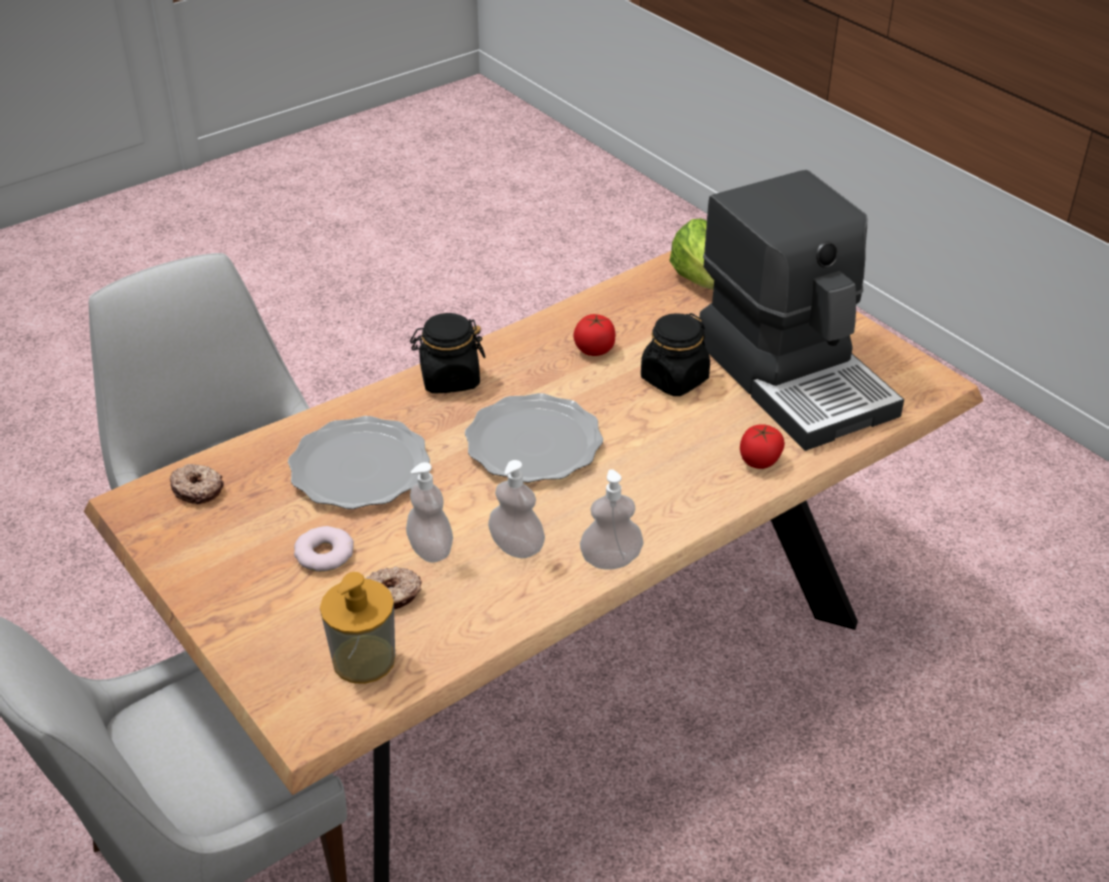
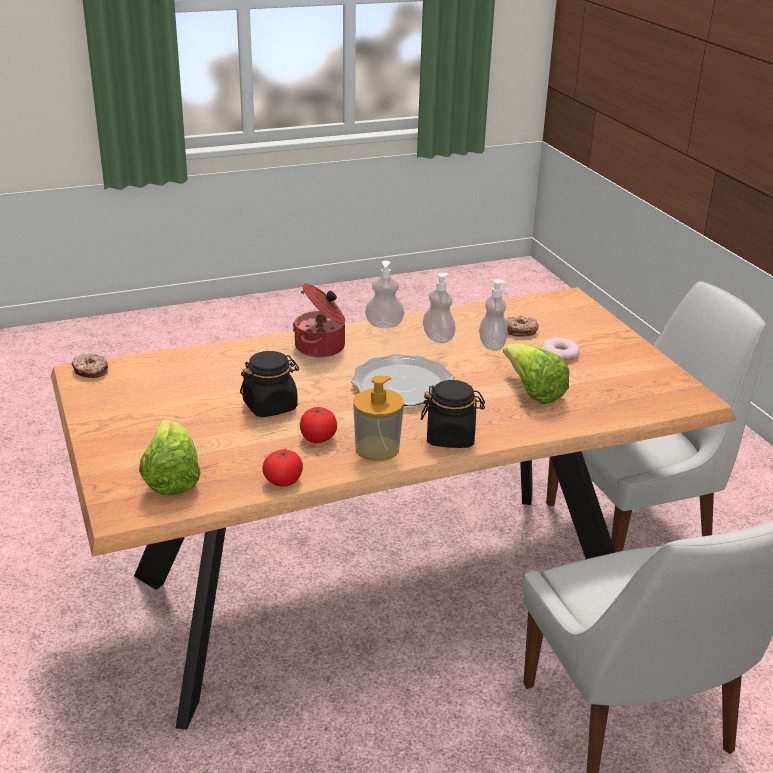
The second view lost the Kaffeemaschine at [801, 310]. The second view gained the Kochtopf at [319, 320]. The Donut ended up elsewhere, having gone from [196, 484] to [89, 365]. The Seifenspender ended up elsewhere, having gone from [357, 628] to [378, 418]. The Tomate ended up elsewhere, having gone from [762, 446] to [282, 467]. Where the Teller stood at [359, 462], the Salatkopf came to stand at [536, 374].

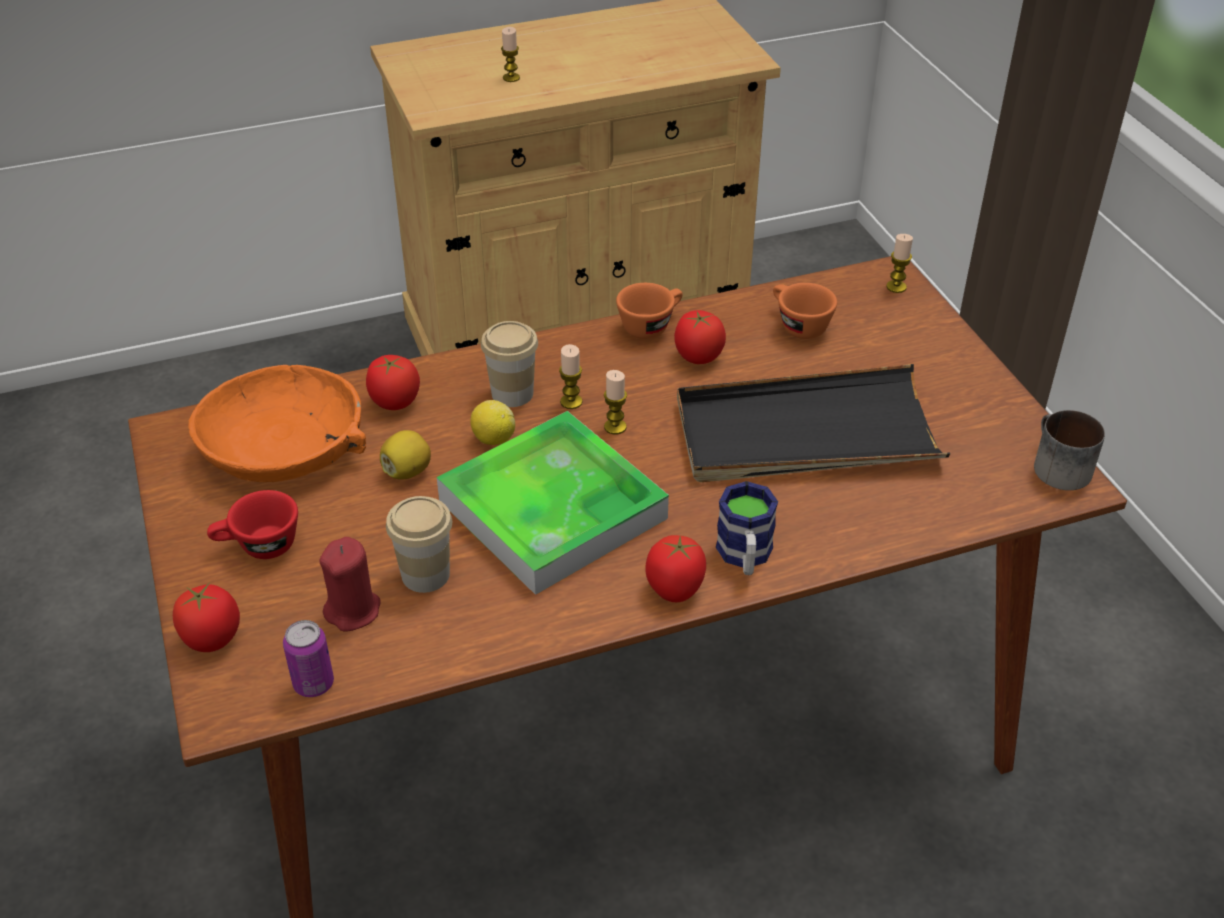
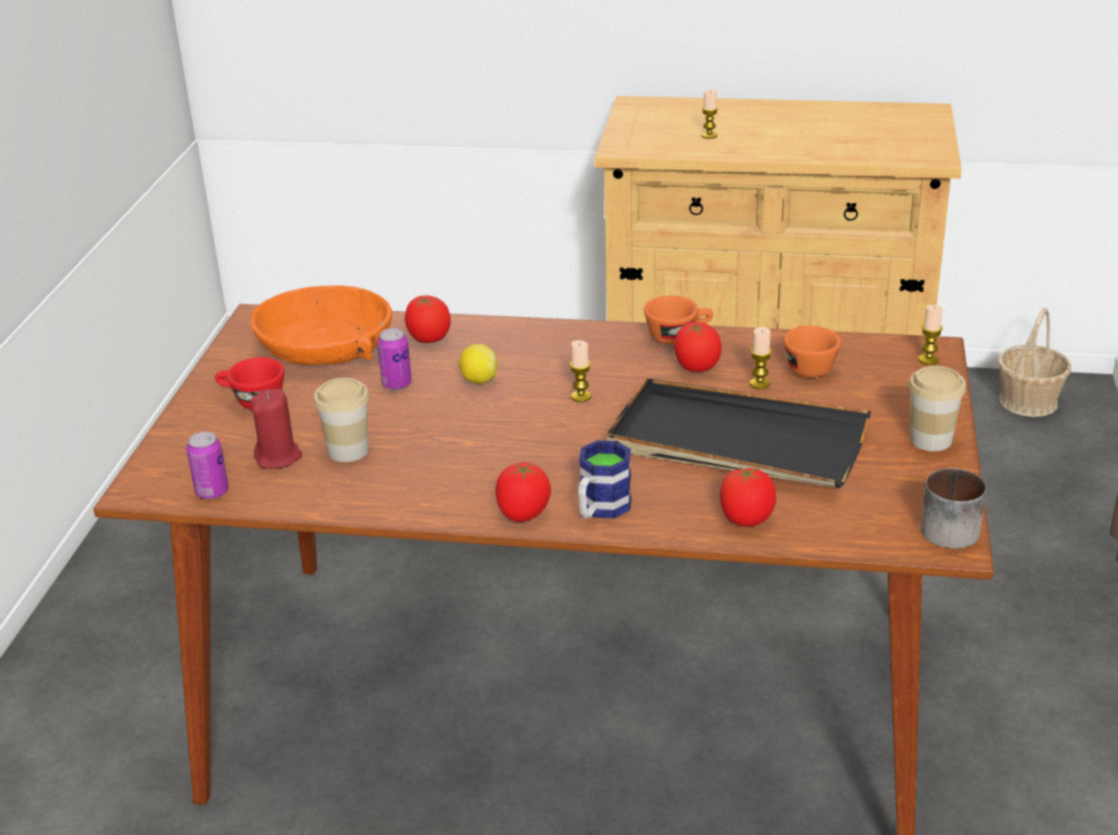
The second view lost the Tablett at [553, 503]. The second view gained the Korb at [1034, 362]. The Tomate ended up elsewhere, having gone from [206, 618] to [748, 496]. The Tasse ended up elsewhere, having gone from [509, 364] to [937, 408]. The Kerze ended up elsewhere, having gone from [571, 376] to [761, 358]. Where the Zitrone stood at [405, 454], the Dose came to stand at [394, 359].

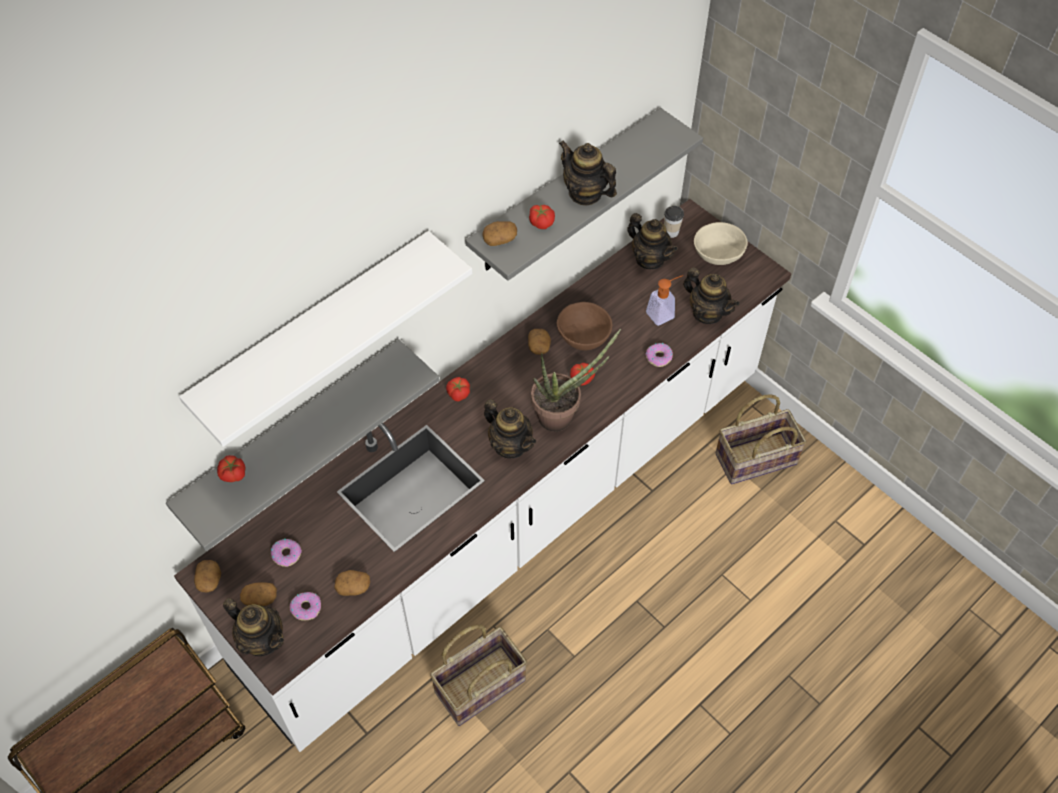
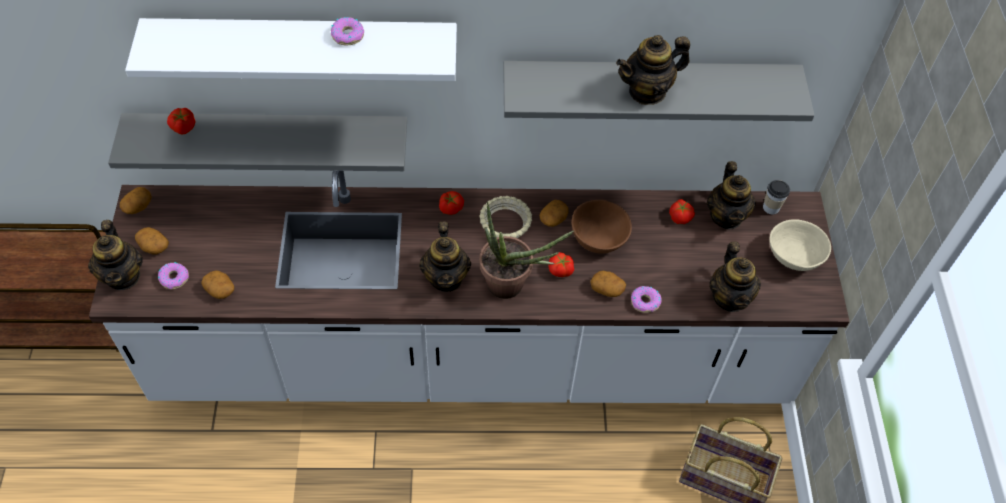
The second view lost the Korb at [478, 675]. The second view lost the Seifenspender at [664, 300]. The second view gained the Schüssel (beige) at [505, 217]. The Donut ended up elsewhere, having gone from [286, 553] to [347, 31]. The Kartoffel ended up elsewhere, having gone from [499, 233] to [608, 284]. The Tomate ended up elsewhere, having gone from [542, 217] to [682, 211]. The Teekanne at [588, 173] ended up facing another way, 105 degrees counterclockwise from before.

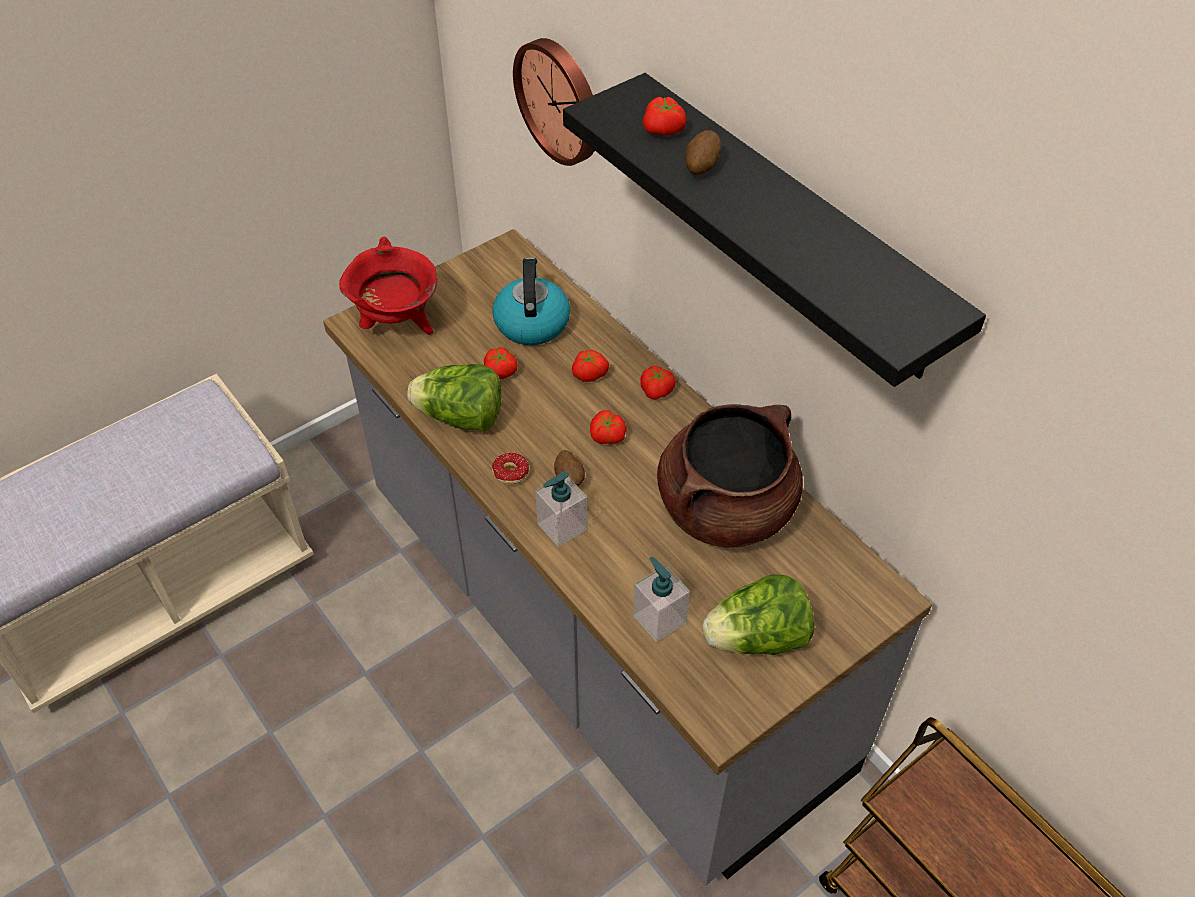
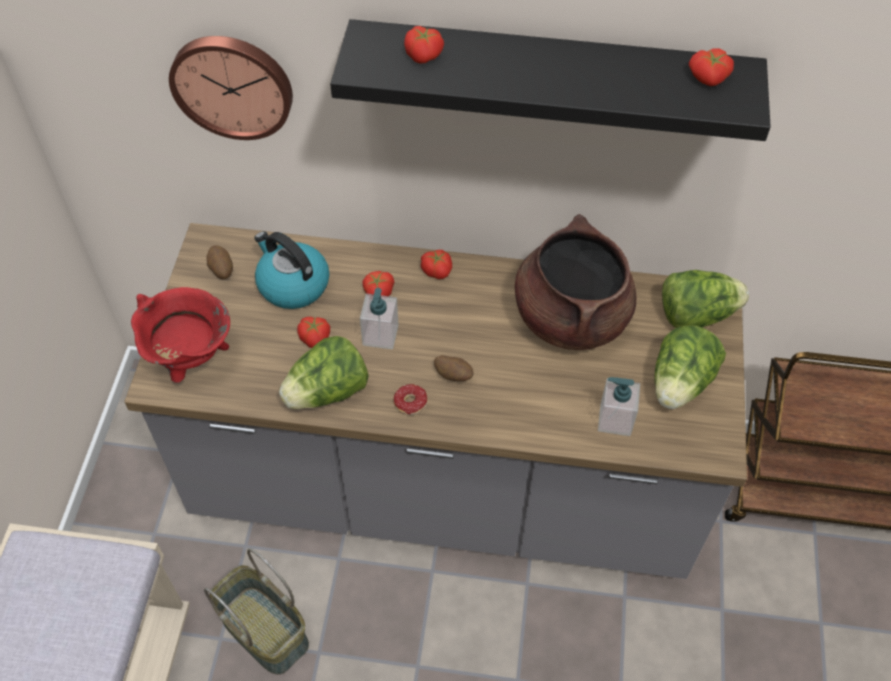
The second view gained the Korb at [256, 611]. The second view gained the Salatkopf at [705, 299]. The Seifenspender ended up elsewhere, having gone from [561, 509] to [379, 318]. The Tomate ended up elsewhere, having gone from [608, 427] to [711, 67]. The Kartoffel ended up elsewhere, having gone from [703, 152] to [219, 262].

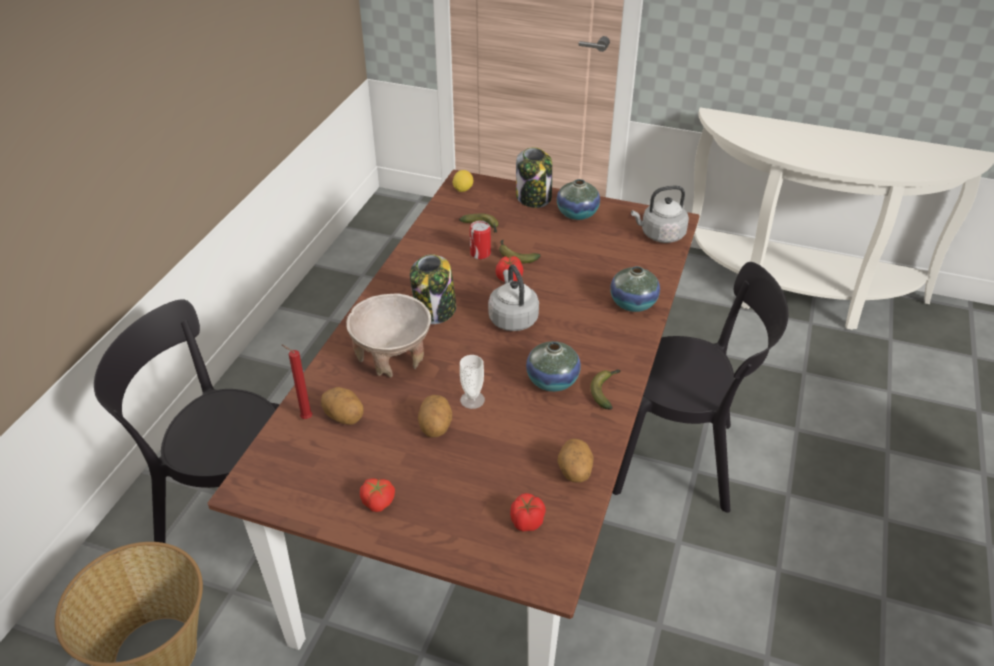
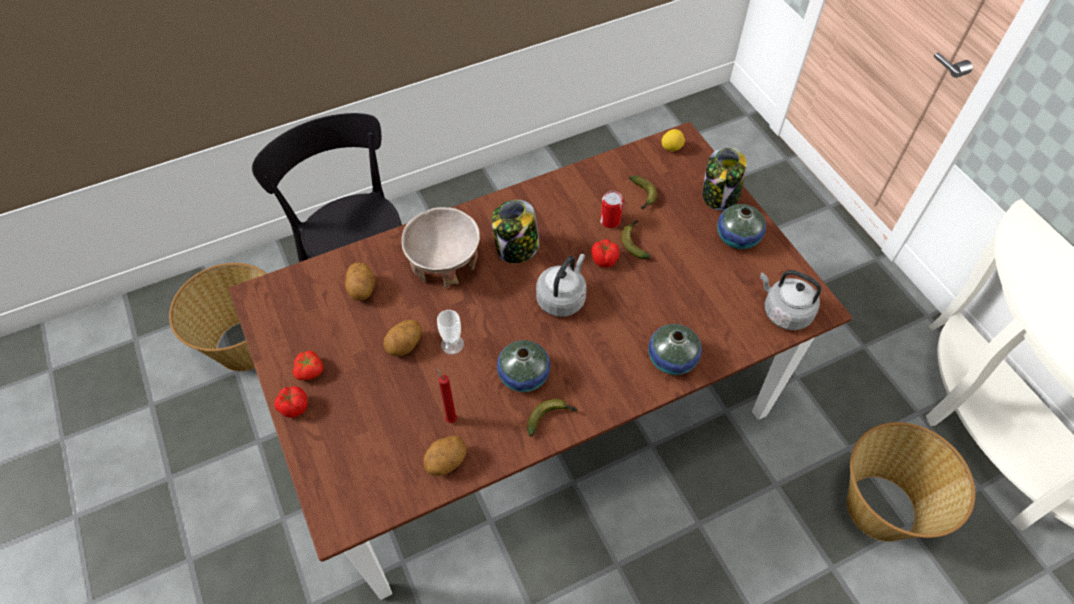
The second view lost the Stuhl (schwarz) at [700, 387]. The second view gained the Korb at [911, 482]. The Kerze (rot) ended up elsewhere, having gone from [297, 382] to [446, 395]. The Tomate ended up elsewhere, having gone from [528, 512] to [291, 402].

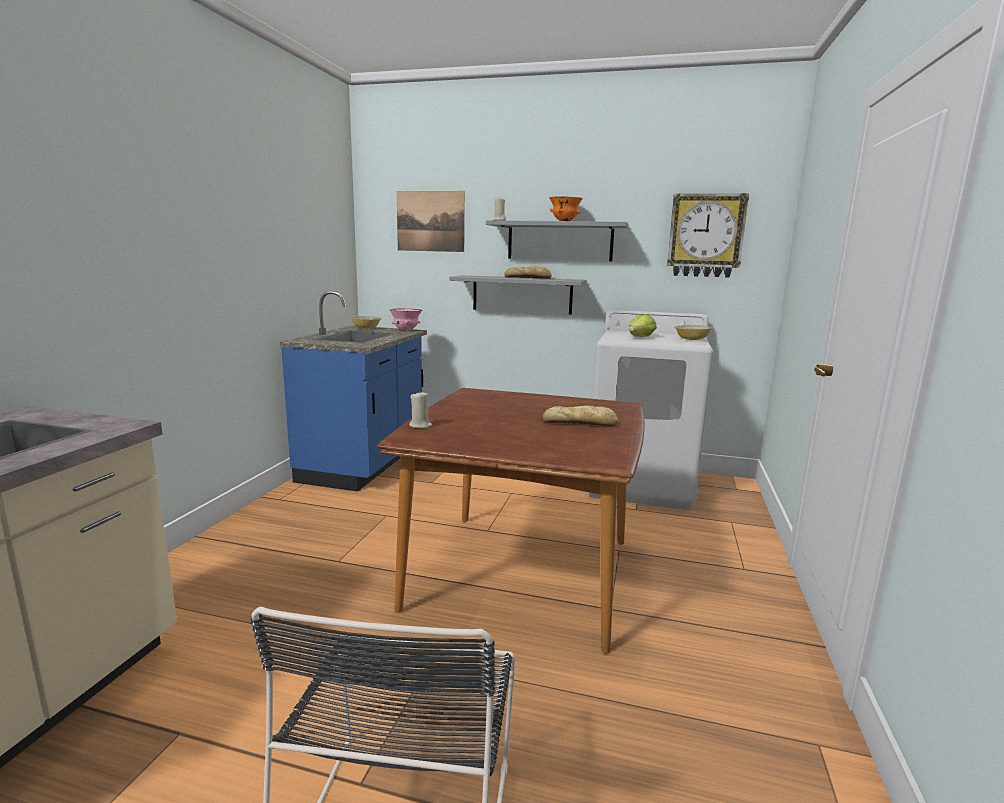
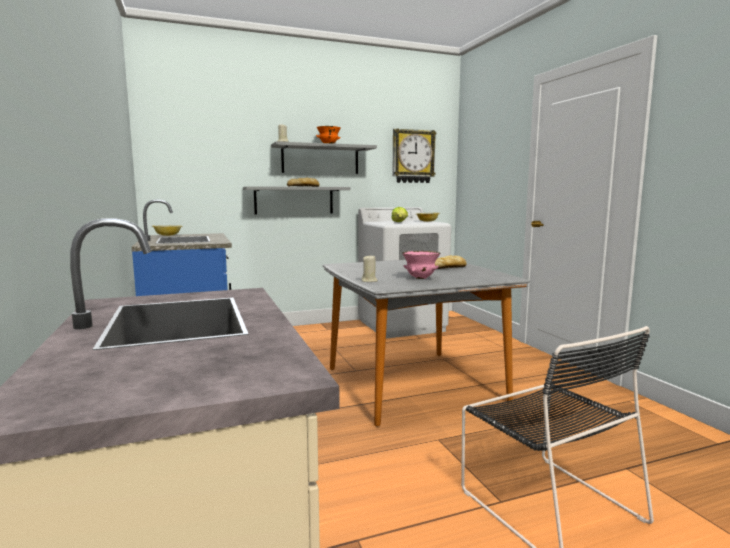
The second view lost the Bild at [431, 221]. The Schüssel (rosa) ended up elsewhere, having gone from [406, 319] to [421, 265]. What was the Esstisch (braun) at [510, 520] turned into the Esstisch (grau) at [426, 342].

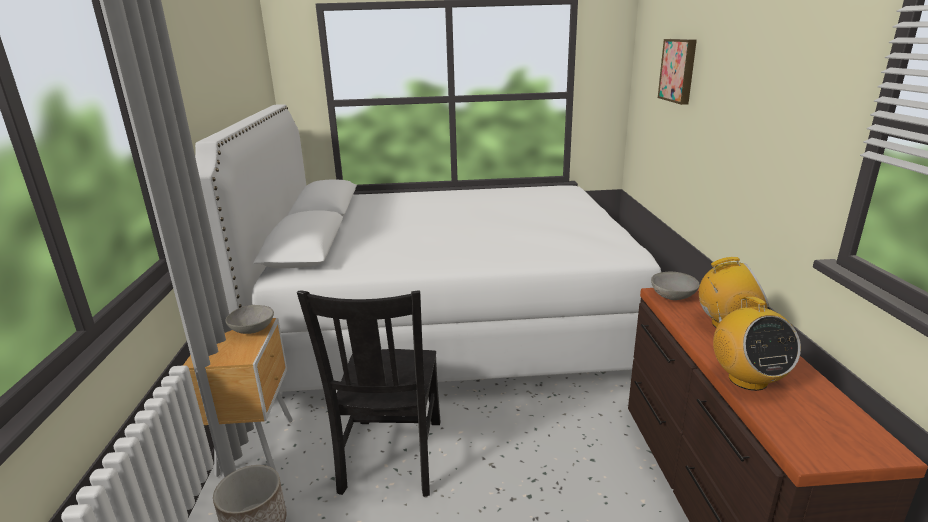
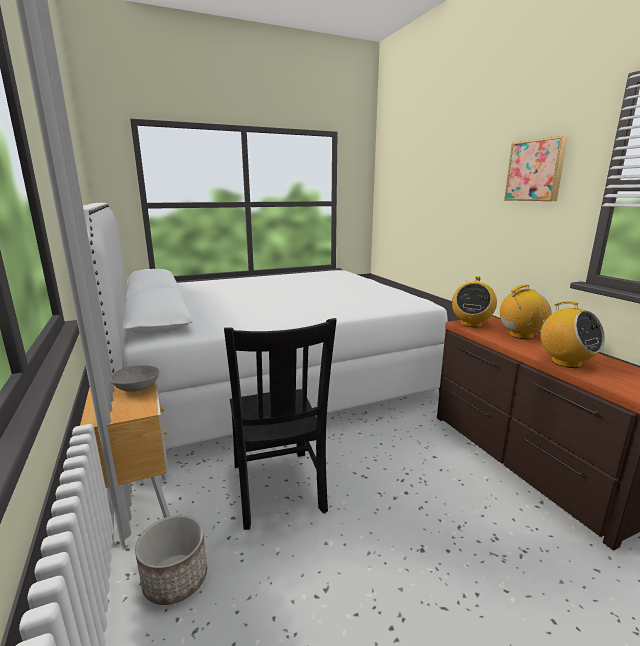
The Bild ended up elsewhere, having gone from [677, 72] to [536, 168]. Where the Schüssel (grau) stood at [675, 286], the Radio came to stand at [474, 302].

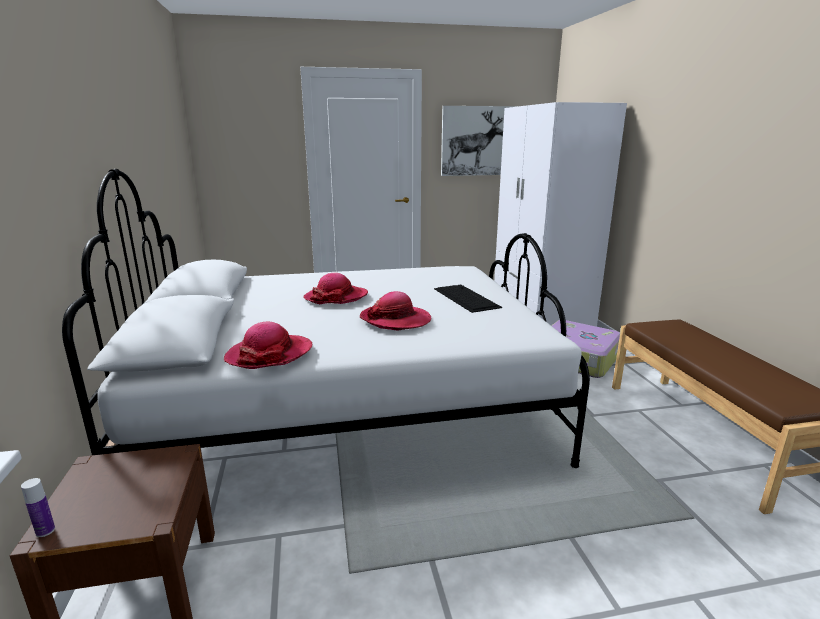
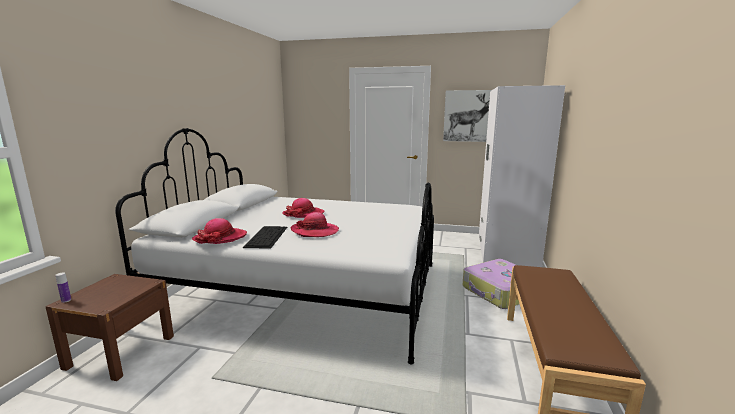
The Tastatur ended up elsewhere, having gone from [468, 299] to [265, 237].

